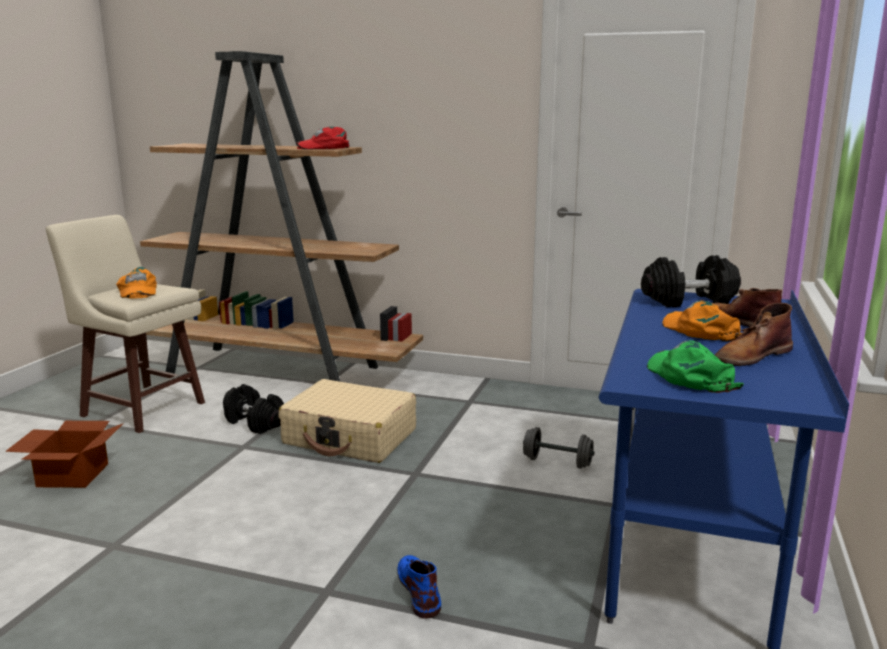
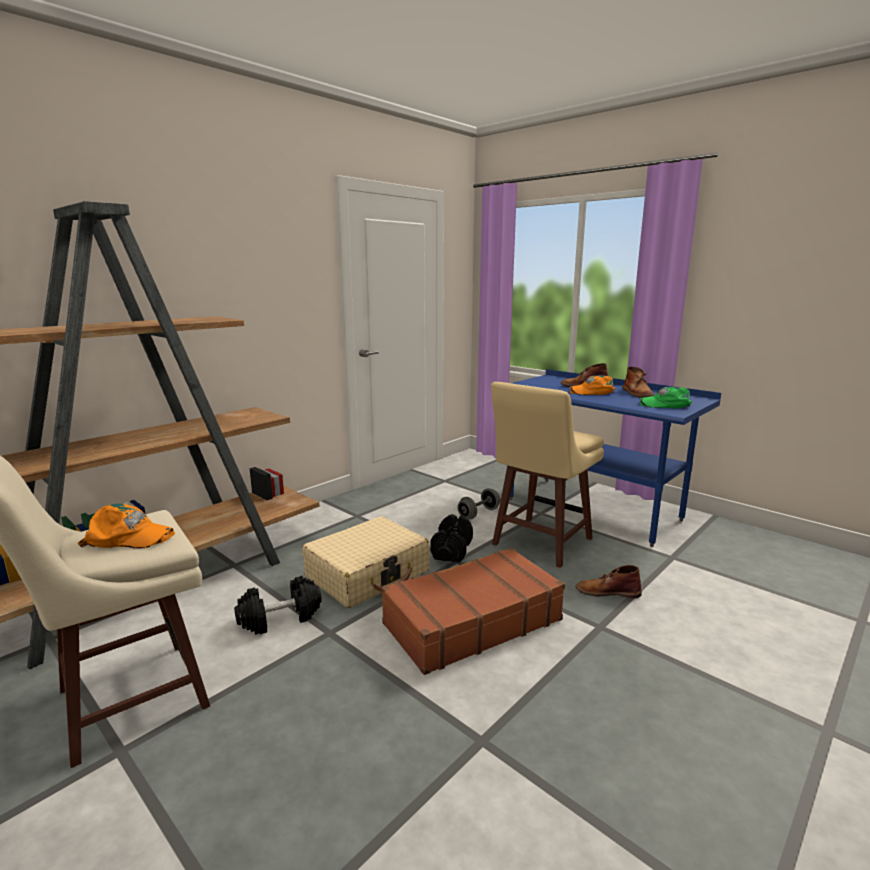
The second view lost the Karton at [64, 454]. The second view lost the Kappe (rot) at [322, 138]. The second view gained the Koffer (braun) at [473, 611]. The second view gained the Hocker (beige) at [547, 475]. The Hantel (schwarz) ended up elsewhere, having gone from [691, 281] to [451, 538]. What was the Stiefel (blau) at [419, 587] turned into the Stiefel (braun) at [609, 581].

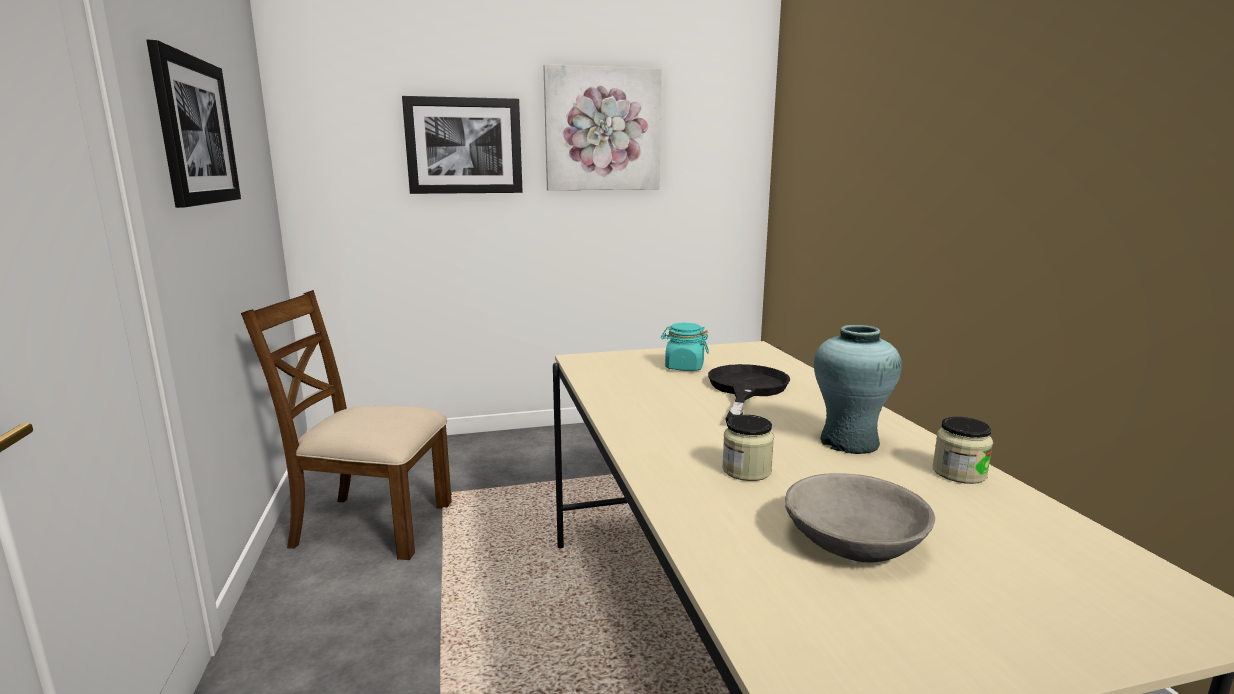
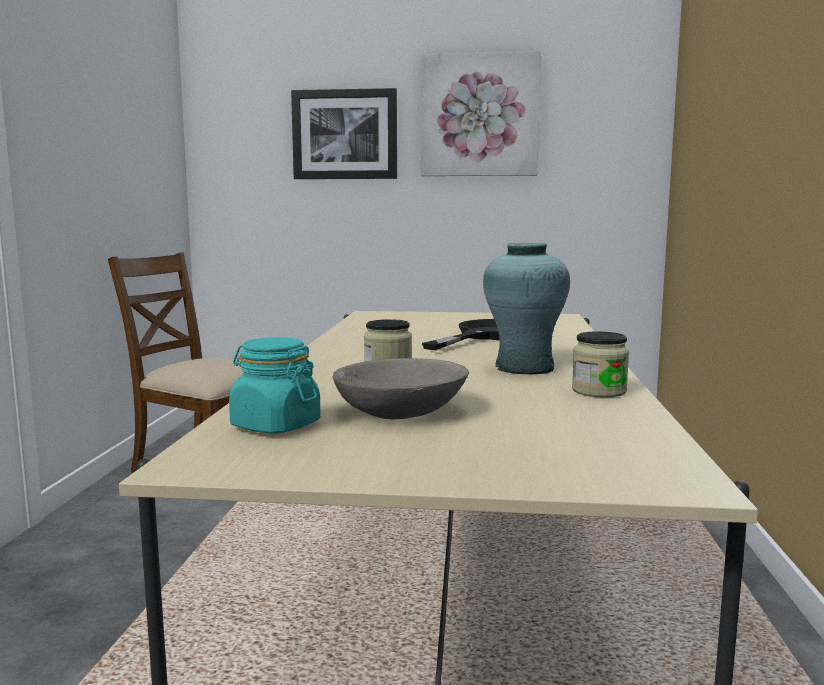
The second view lost the Bild at [193, 123]. The Vorratsglas (türkis) ended up elsewhere, having gone from [685, 347] to [275, 385].

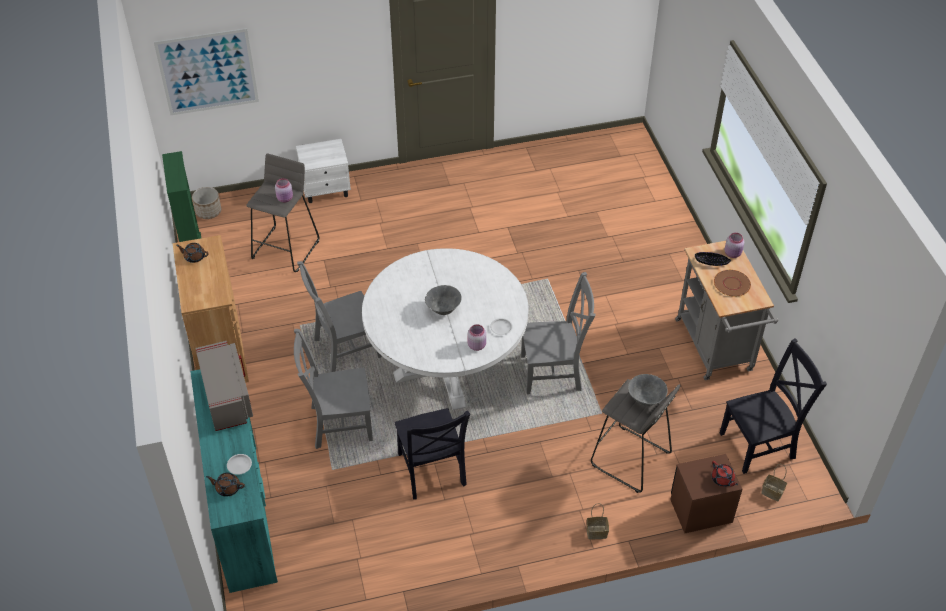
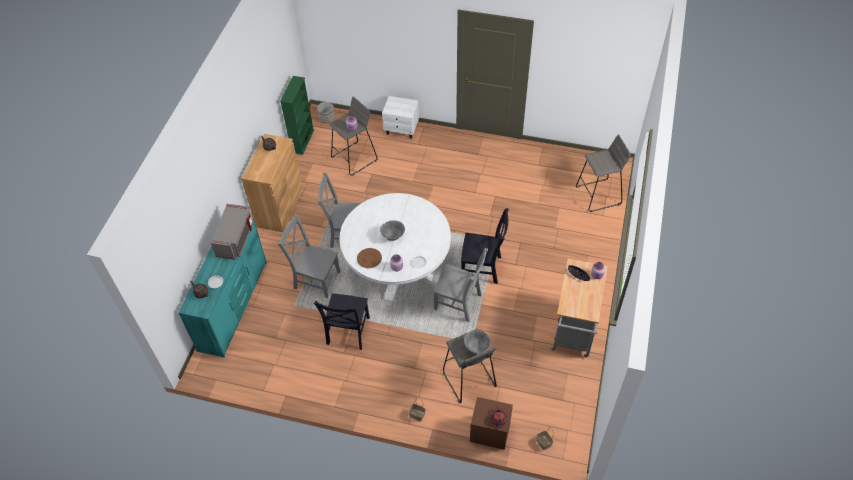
The second view lost the Bild at [206, 71]. The second view gained the Hocker (grau) at [603, 173]. The Teller (braun) ended up elsewhere, having gone from [732, 283] to [369, 258]. The Stuhl (schwarz) ended up elsewhere, having gone from [773, 406] to [485, 246].

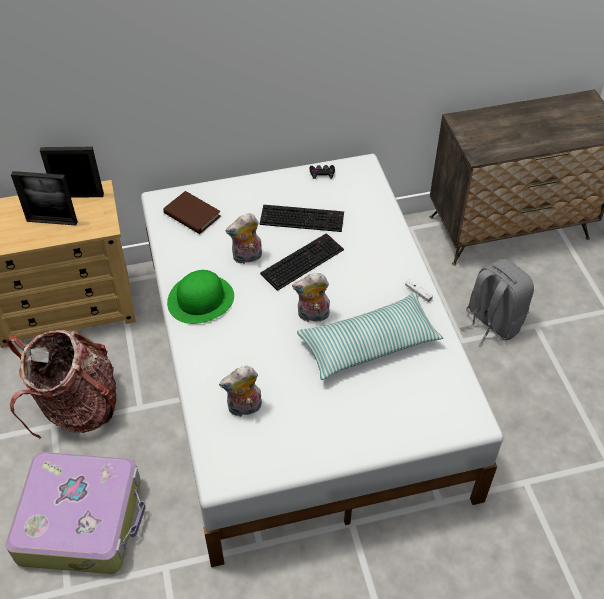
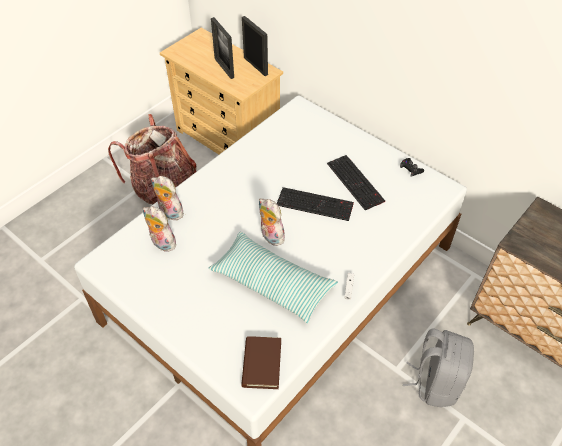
The second view lost the Koffer at [76, 513]. The second view lost the Hut (grün) at [200, 297]. The Buch (braun) ended up elsewhere, having gone from [192, 212] to [261, 362]. The Plüschtier ended up elsewhere, having gone from [243, 238] to [167, 198].

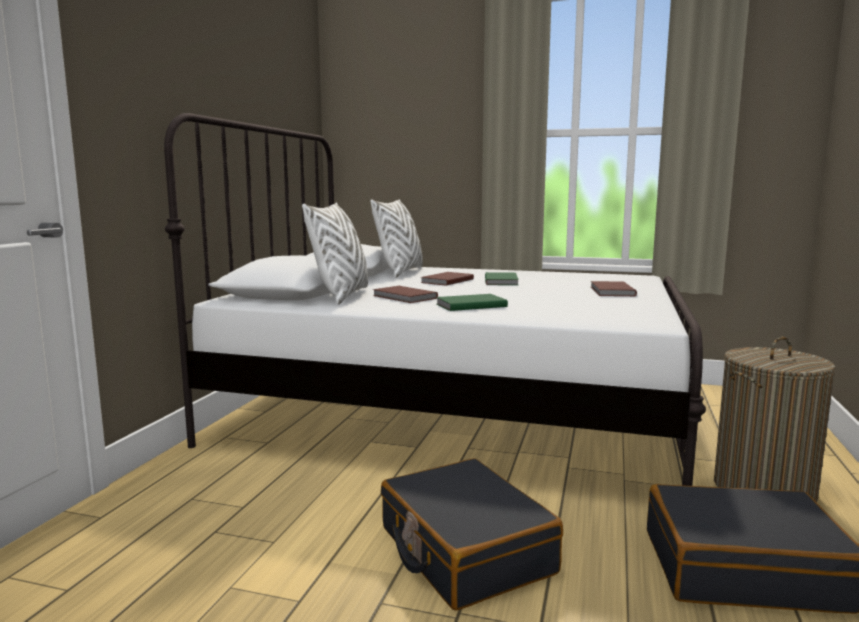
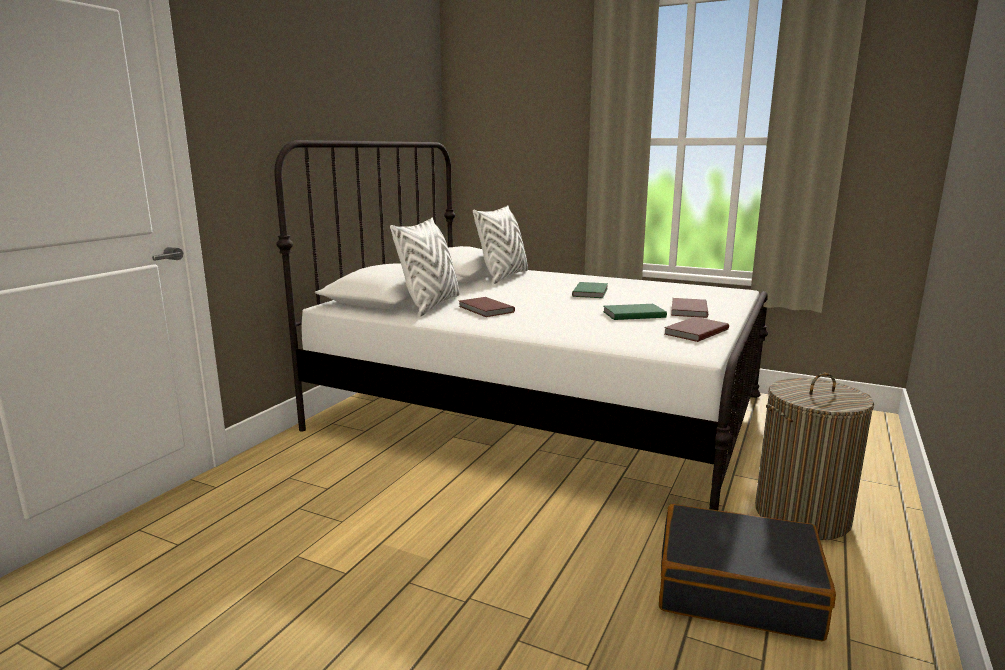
The second view lost the Koffer (schwarz) at [472, 534]. The Buch (braun) ended up elsewhere, having gone from [447, 279] to [696, 329]. The Buch (grün) ended up elsewhere, having gone from [472, 302] to [635, 312].

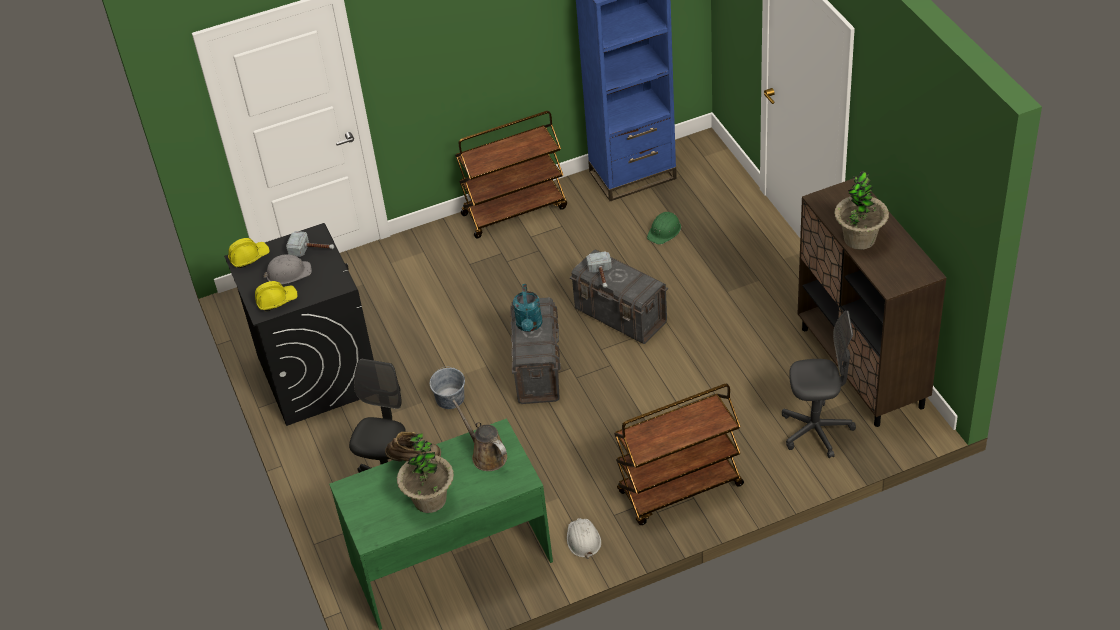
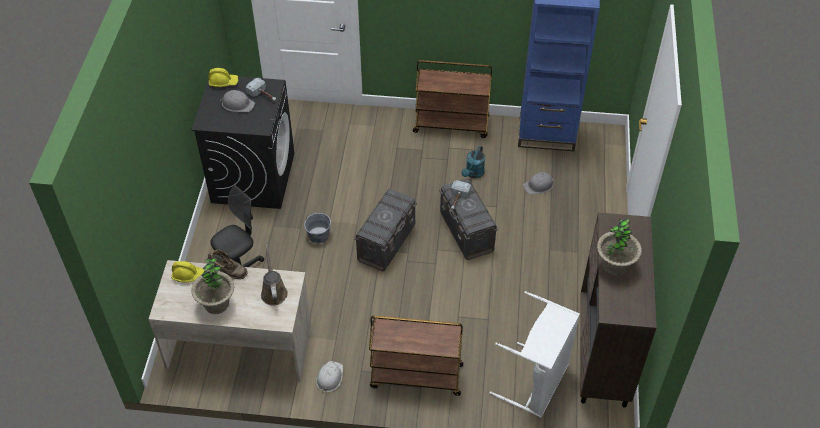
The Schutzhelm (gelb) ended up elsewhere, having gone from [276, 296] to [188, 271]. The Gießkanne (türkis) ended up elsewhere, having gone from [527, 308] to [473, 162]. Where the Bürostuhl (grau) stood at [819, 384], the Wäschekorb (weiß) came to stand at [535, 354]. What was the Schreibtisch (grün) at [441, 524] turned into the Schreibtisch (beige) at [230, 321]. What was the Schutzhelm (grün) at [664, 228] turned into the Schutzhelm (grau) at [538, 183].

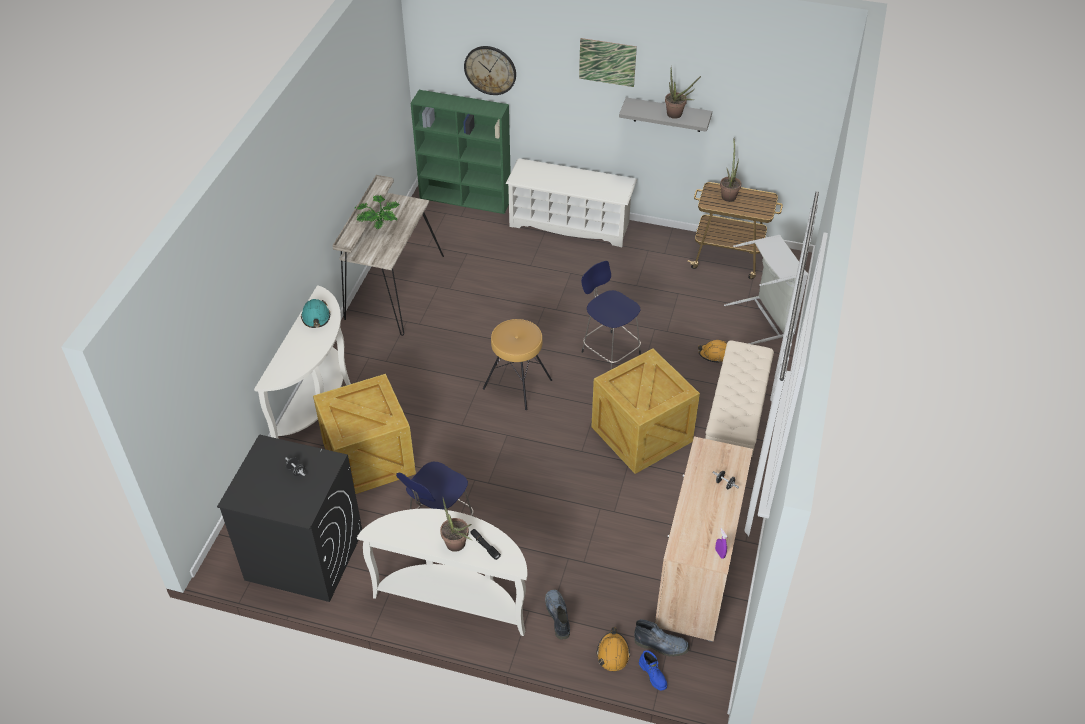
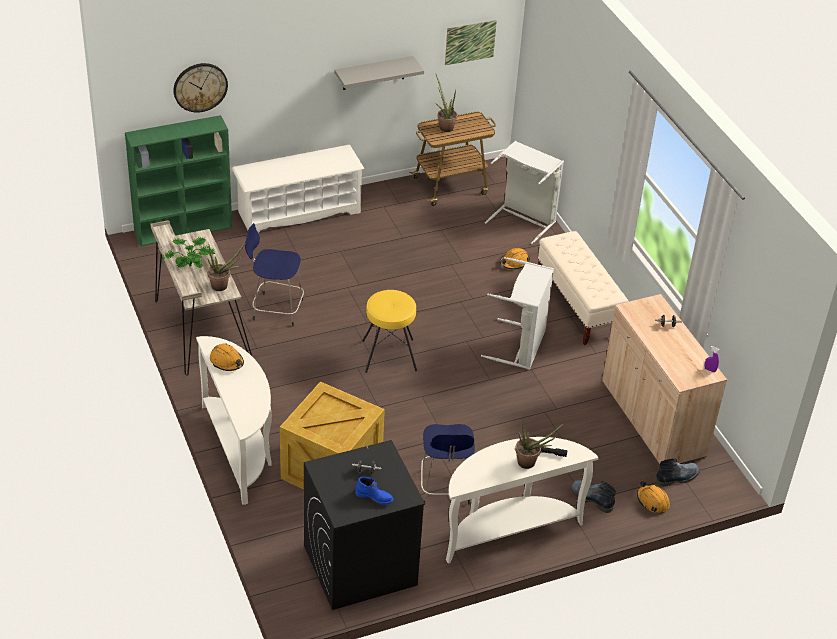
The Bild ended up elsewhere, having gone from [608, 62] to [471, 42]. The Hocker (blau) ended up elsewhere, having gone from [611, 315] to [274, 275]. The Stiefel (blau) ended up elsewhere, having gone from [653, 670] to [374, 491]. The Topfpflanze ended up elsewhere, having gone from [683, 93] to [226, 267]. Where the Kiste stood at [645, 411], the Wäschekorb (grau) came to stand at [517, 313]. What was the Schutzhelm (türkis) at [315, 313] turned into the Schutzhelm (orange) at [227, 357]. What was the Hocker (braun) at [517, 364] turned into the Hocker (gelb) at [389, 331].

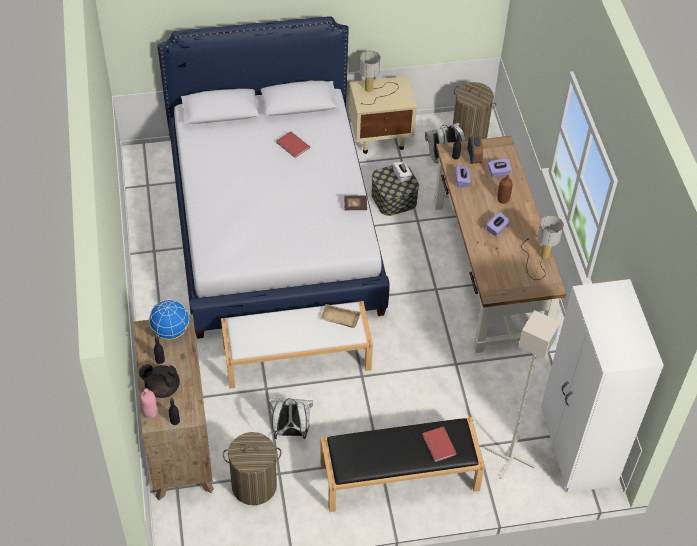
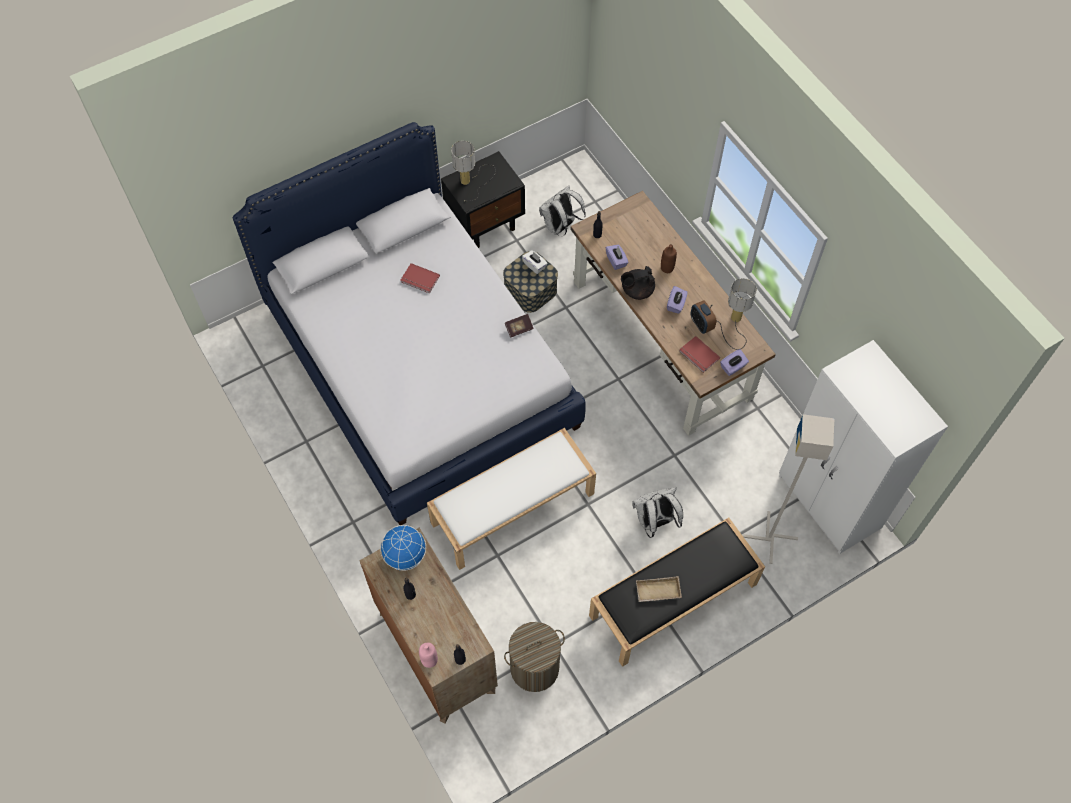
The second view lost the Wäschekorb at [474, 111]. The Teekanne (schwarz) ended up elsewhere, having gone from [159, 381] to [638, 283]. The Rucksack (weiß) ended up elsewhere, having gone from [291, 418] to [657, 512]. The Tablett (beige) ended up elsewhere, having gone from [340, 316] to [659, 589]. The Buch (rot) ended up elsewhere, having gone from [439, 444] to [699, 354]. The Wecker ended up elsewhere, having gone from [475, 150] to [703, 317]. The Taschentuchbox (lila) ended up elsewhere, having gone from [500, 167] to [734, 362]. What was the Nachttisch (beige) at [383, 115] turned into the Nachttisch (schwarz) at [483, 199].

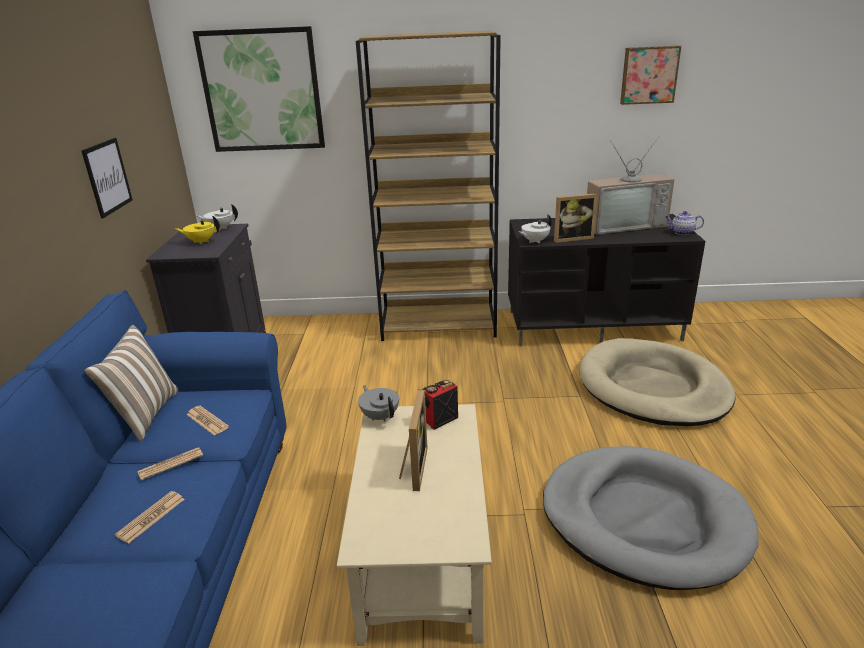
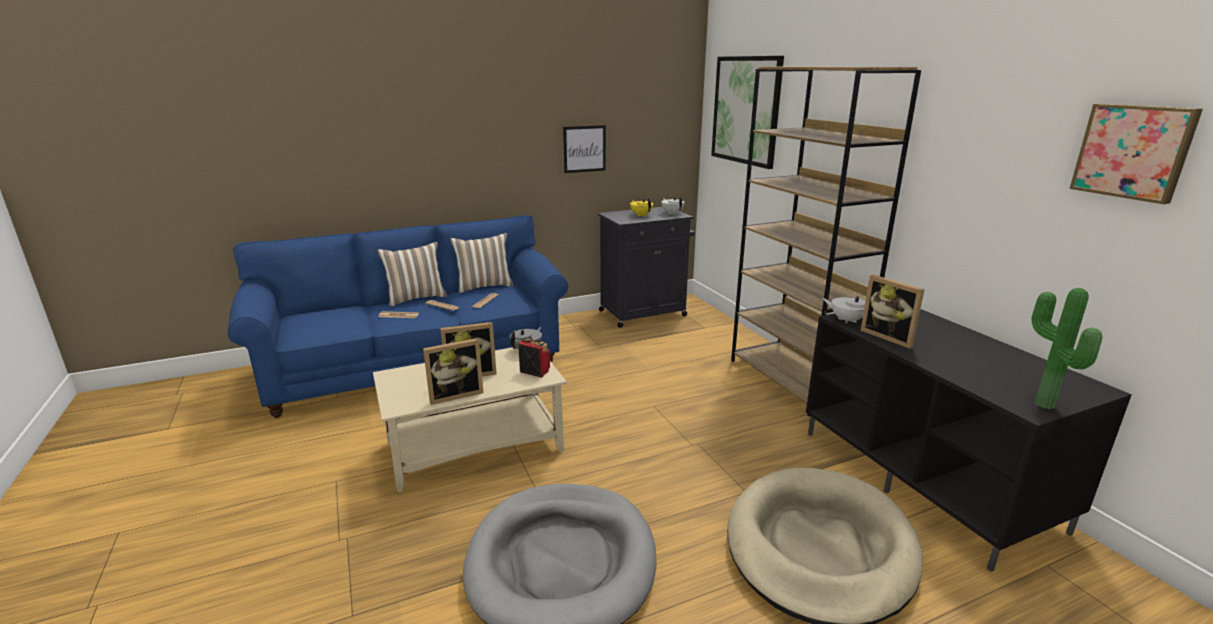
The second view lost the Fernseher at [630, 185]. The second view gained the Kissen at [412, 274]. The second view gained the Bilderrahmen at [453, 371]. Where the Teekanne stood at [684, 223], the Topfpflanze came to stand at [1067, 348].

